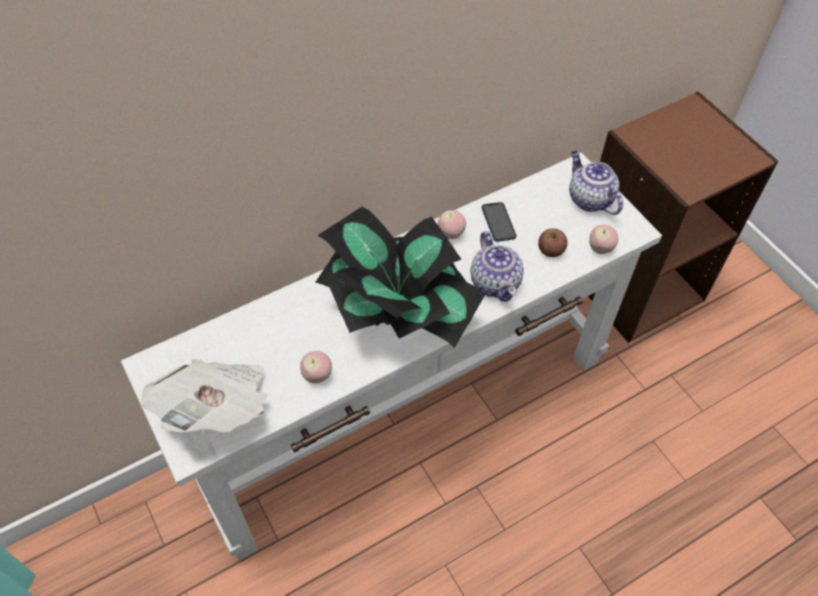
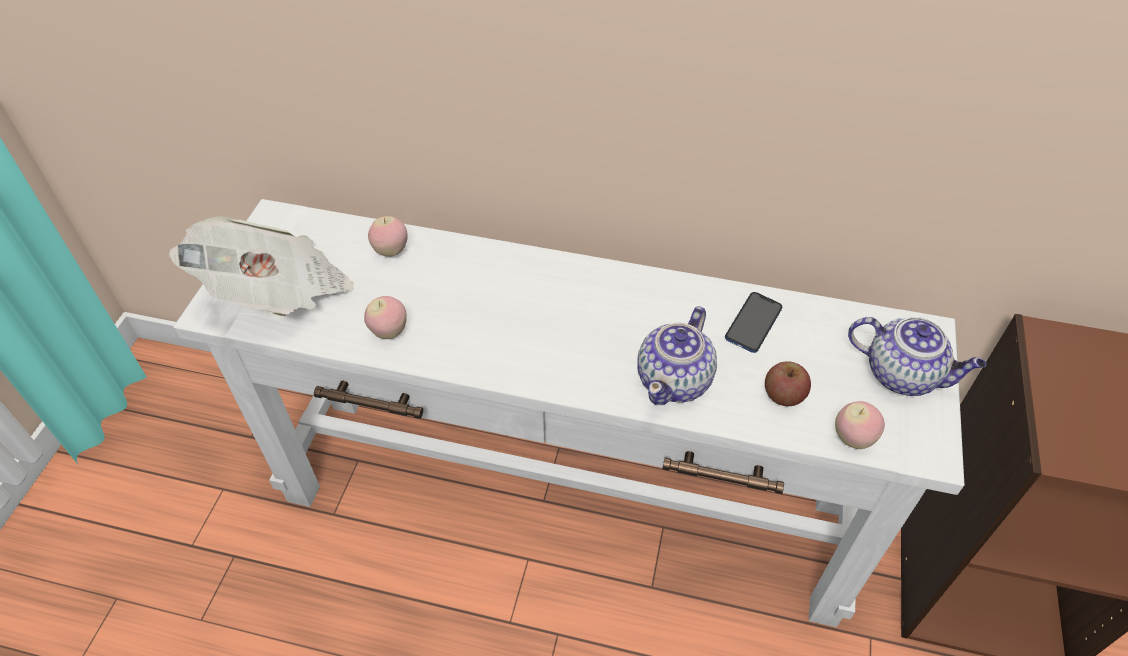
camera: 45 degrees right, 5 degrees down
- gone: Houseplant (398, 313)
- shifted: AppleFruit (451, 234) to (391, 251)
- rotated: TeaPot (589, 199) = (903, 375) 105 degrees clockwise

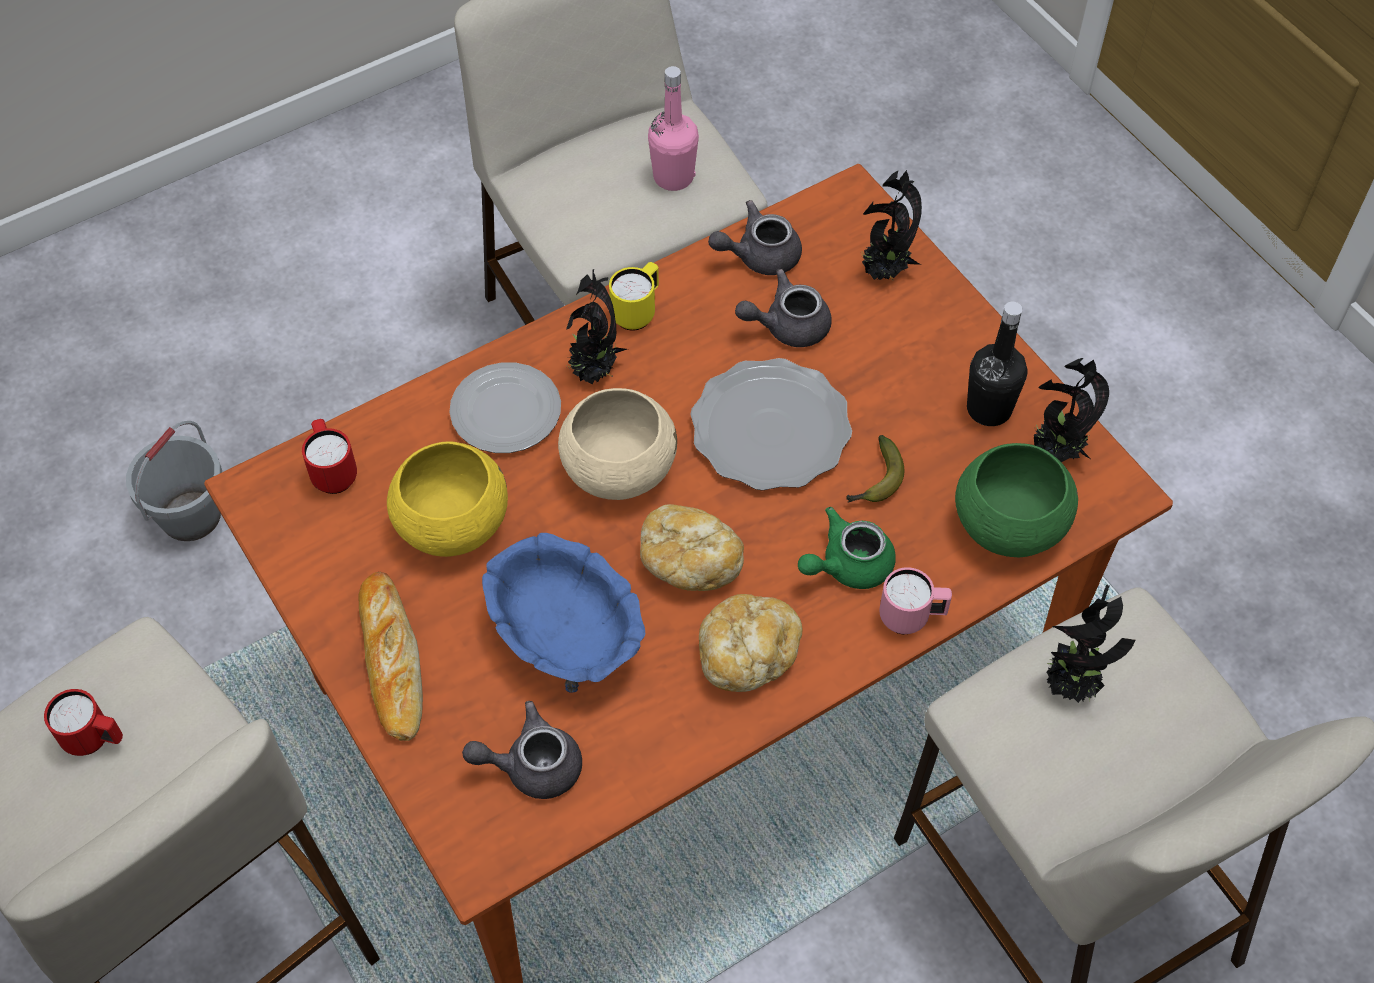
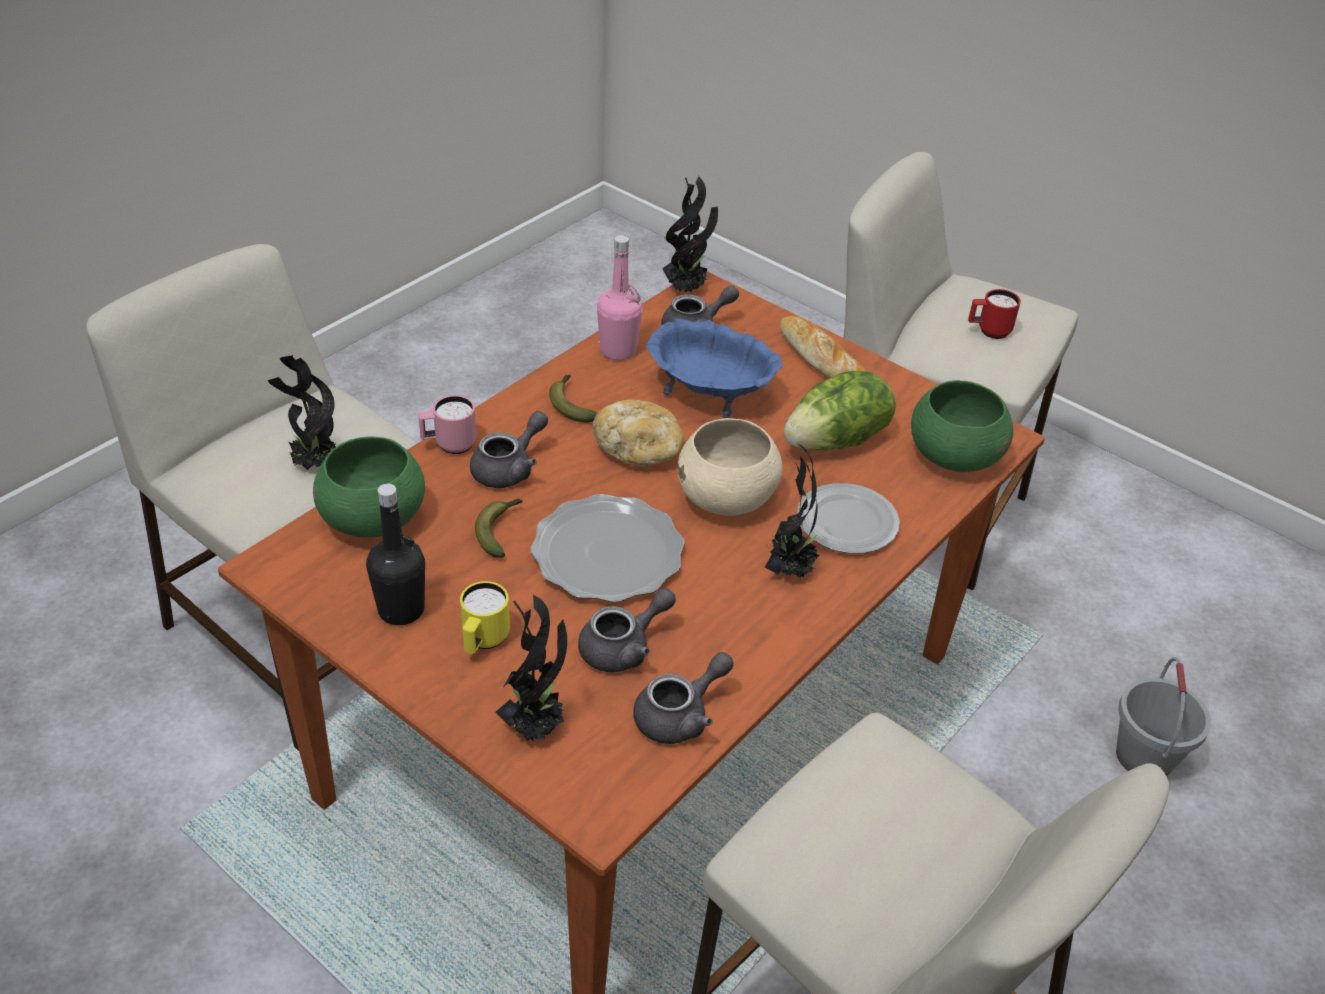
camera: 160 degrees right, 15 degrees down
- swapped: RedColouredCoffeeMug (333, 472) to GreenishServingBowl (953, 456)
- swapped: YellowishServingBowl (451, 524) to LettuceHead (837, 441)
- shifted: YellowishCoffeeMug (637, 312) to (483, 641)
- shifted: PinkishBottle (673, 177) to (618, 350)
- swapped: BakeryBread (748, 654) to Banana (571, 404)
- repainted: GreenishTeaPot (847, 565) to GreyTeaPot (509, 468)
- shifted: Houseplant (1055, 453) to (687, 289)

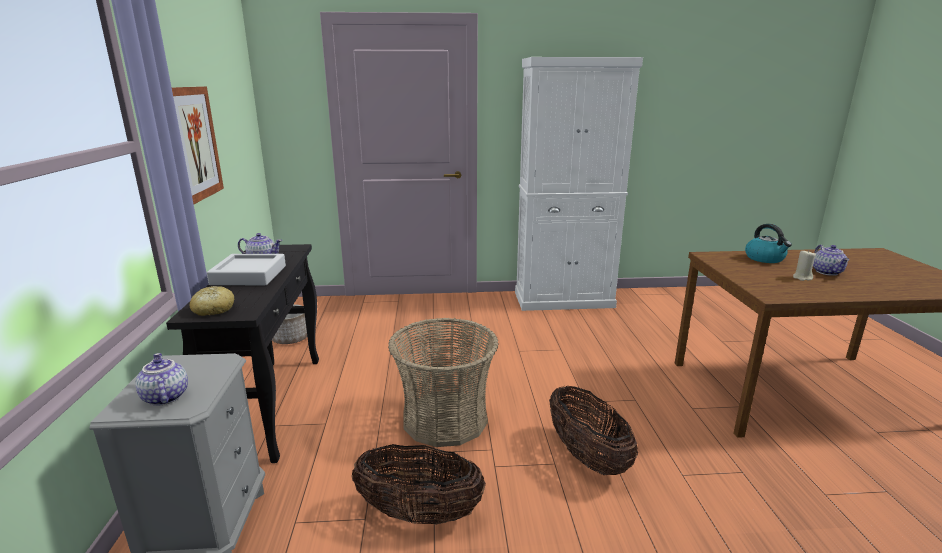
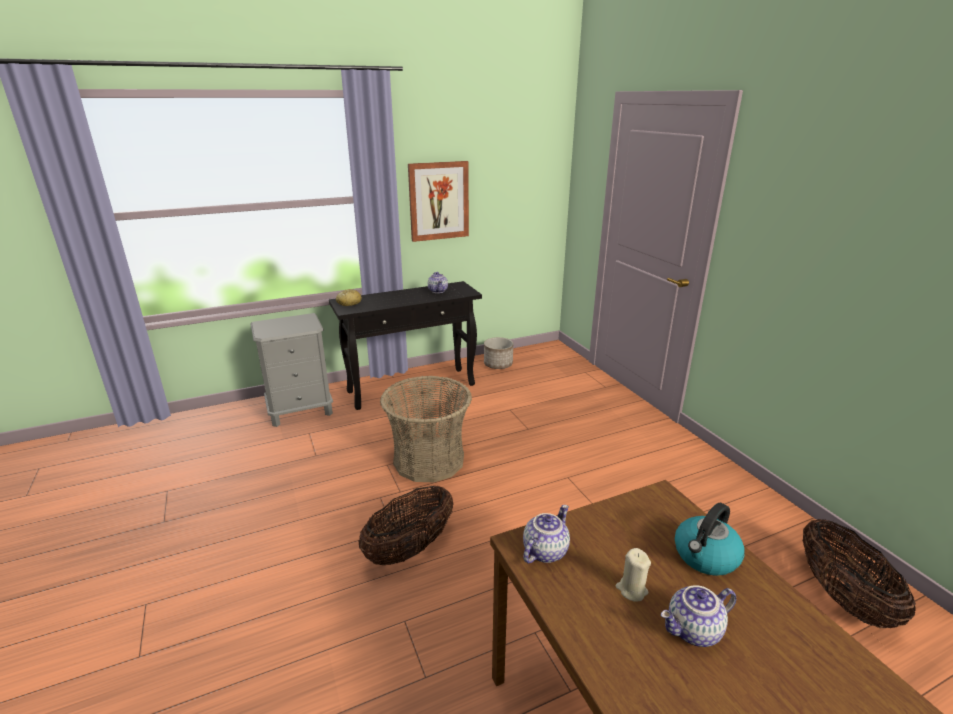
camera: 70 degrees right, 5 degrees up
- shifted: TeaPot (164, 397) to (544, 550)
- gone: GreyCarryingTray (249, 275)
- shifted: StorageBasket (419, 513) to (842, 597)
- gone: WhiteColouredCabinet (564, 300)

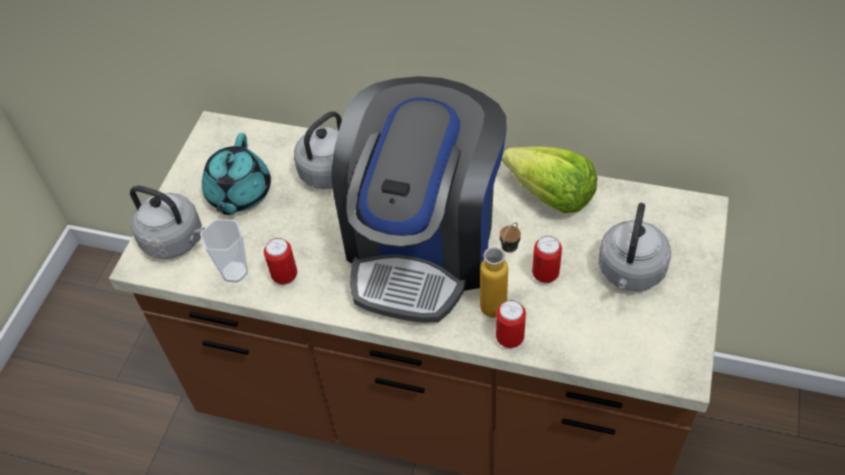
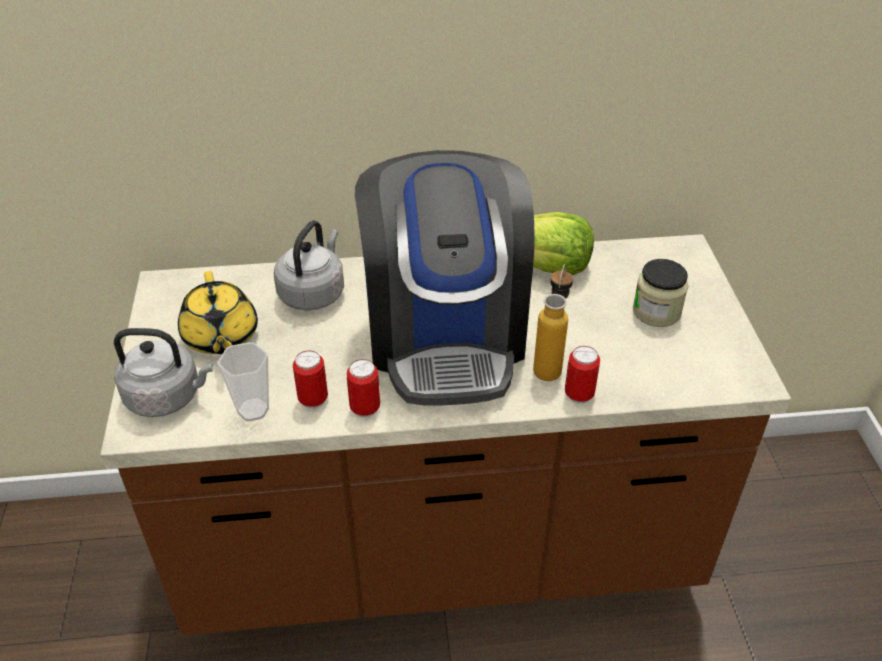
camera: 25 degrees left, 10 degrees down
- repainted: BlueGreenTeaPot (238, 194) to YellowishTeaPot (220, 337)
- shifted: Can (545, 274) to (365, 408)
- swapped: GreyTeaKettle (630, 273) to StorageJar (656, 312)

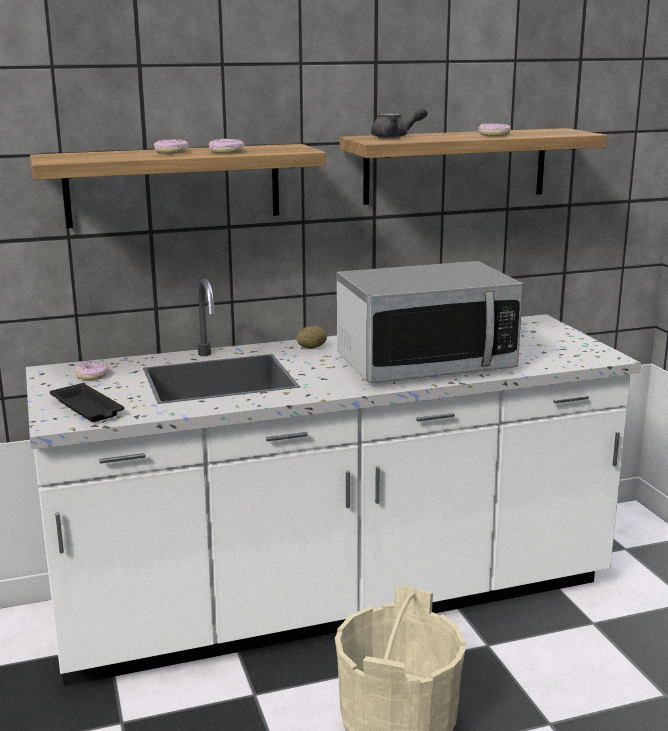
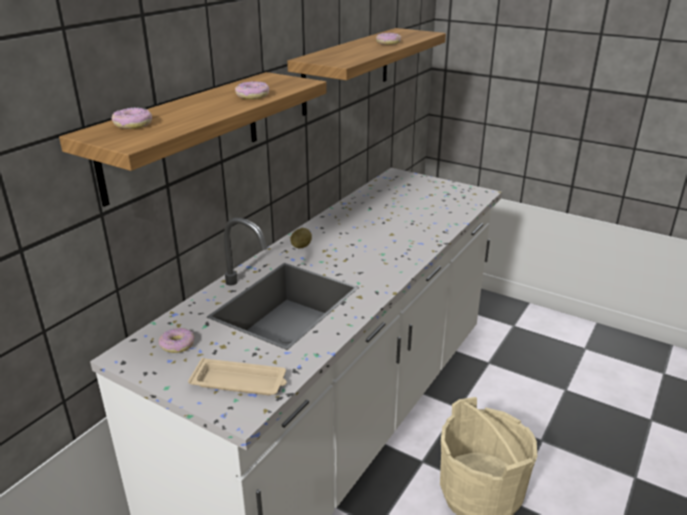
camera: 40 degrees left, 10 degrees up
- repainted: BlackCarryingTray (88, 408) to SandColouredCarryingTray (240, 382)
- shifted: Doughnut (171, 152) to (133, 124)
- gone: KitchenMicrowave (425, 364)
- gone: GreyTeaPot (395, 137)

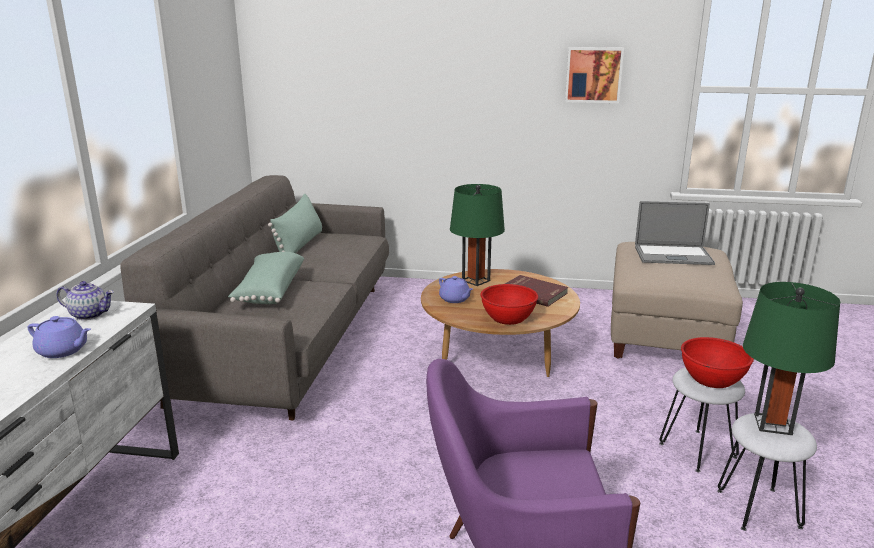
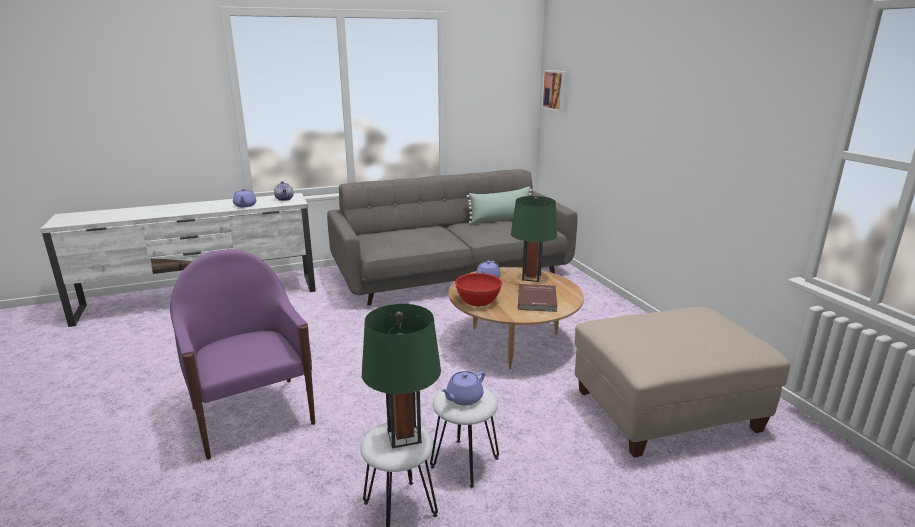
camera: 60 degrees right, 0 degrees up
- gone: GreenishThrowPillow (269, 291)
- shifted: WallPicture (593, 75) to (555, 90)
- gone: Laptop (673, 255)
- swapped: RedColouredServingBowl (712, 379) to PurplishTeaPot (463, 398)

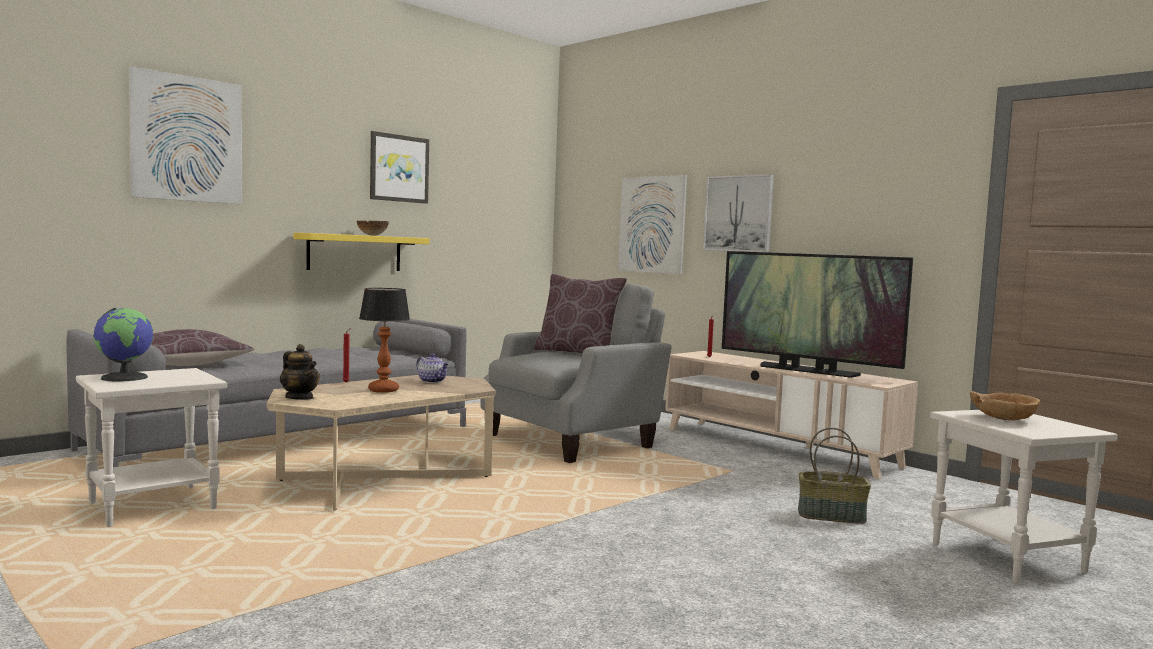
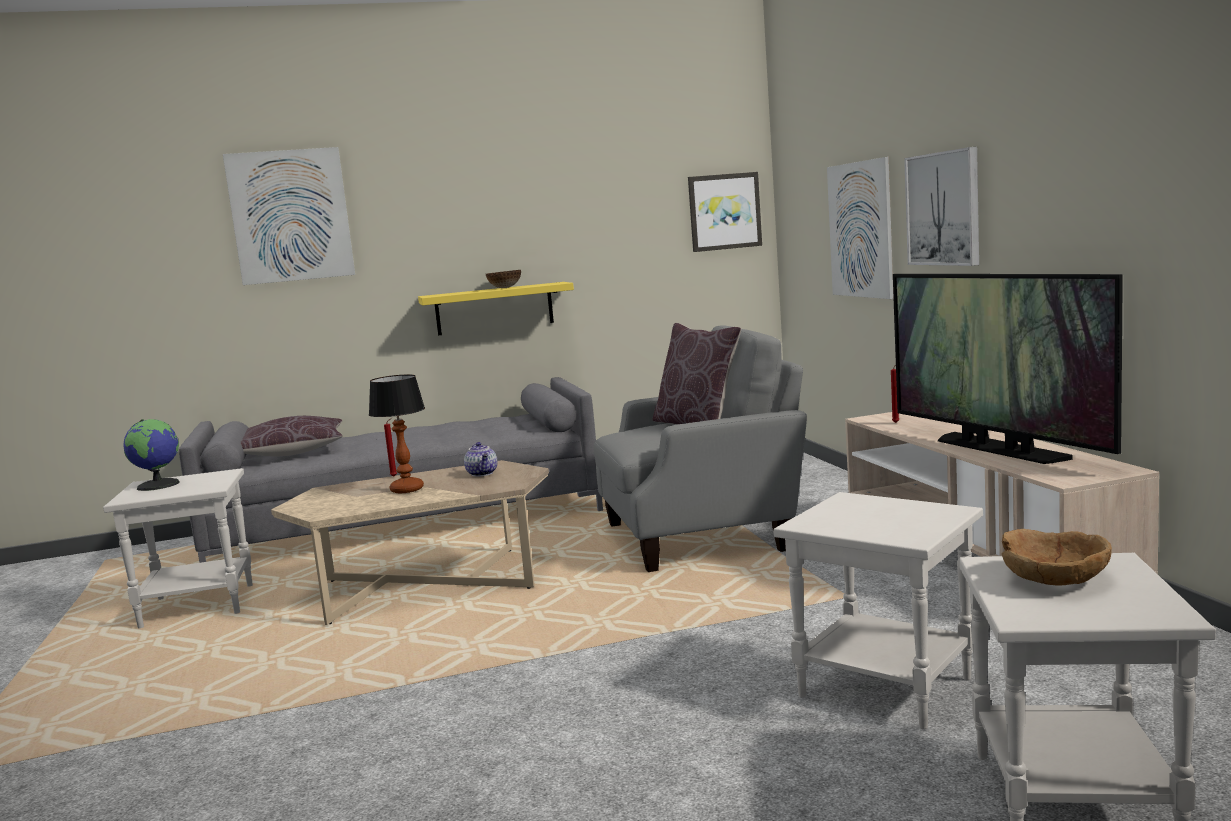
camera: 30 degrees right, 5 degrees up
- gone: TeaPot (300, 398)
- shifted: WallPicture (399, 168) to (724, 211)
- swapped: StorageBasket (832, 515) to WhiteColouredAccentTable (887, 687)

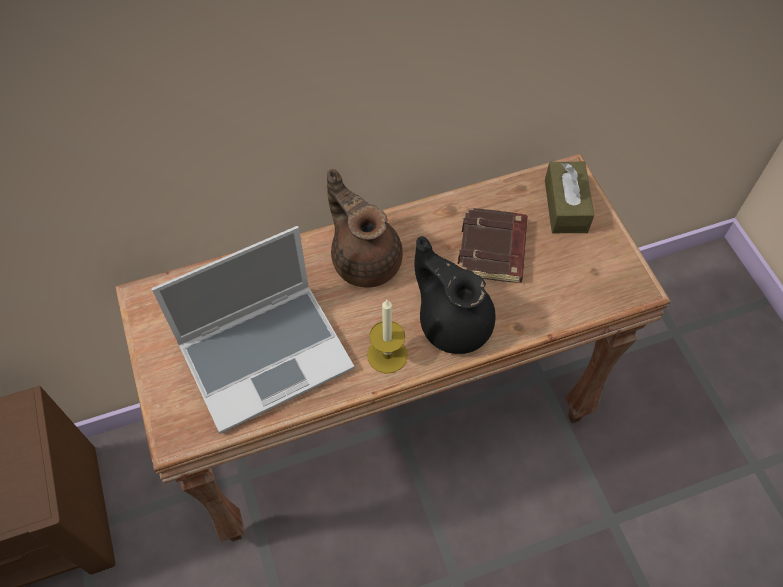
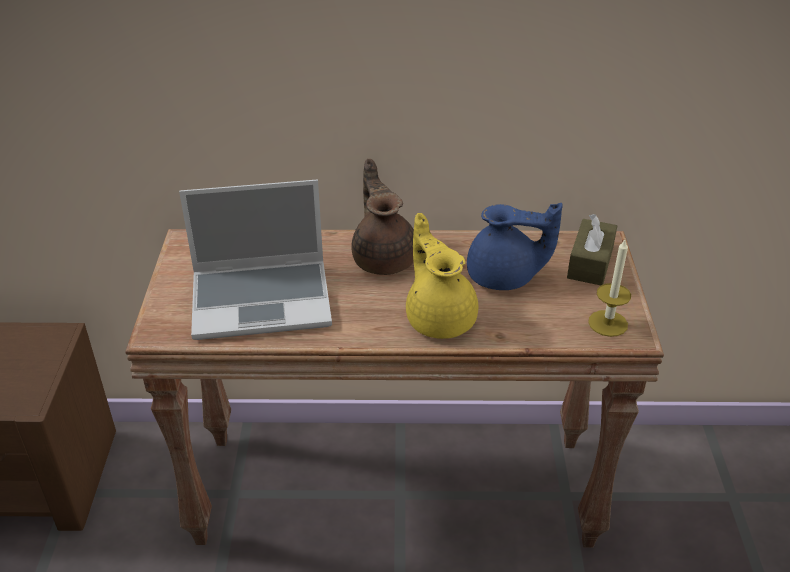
camera: 20 degrees right, 20 degrees down
- shifted: WaxCandle (387, 355) to (608, 323)
- repainted: BlackTeaPot (453, 322) to YellowishTeaPot (440, 317)
- swapped: BrownColouredVolume (493, 250) to BluishTeaPot (504, 277)

